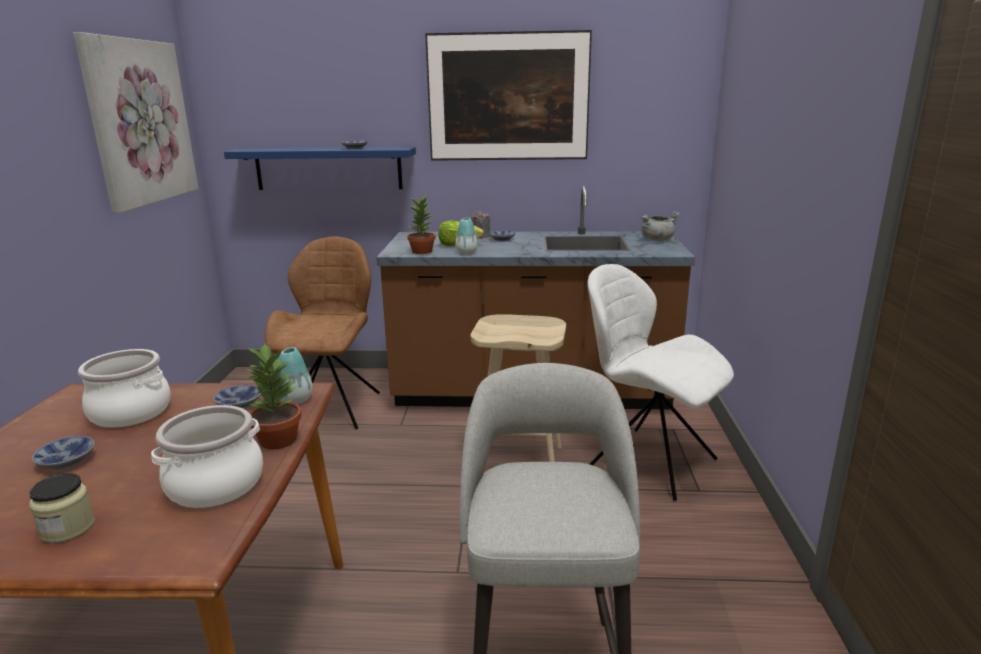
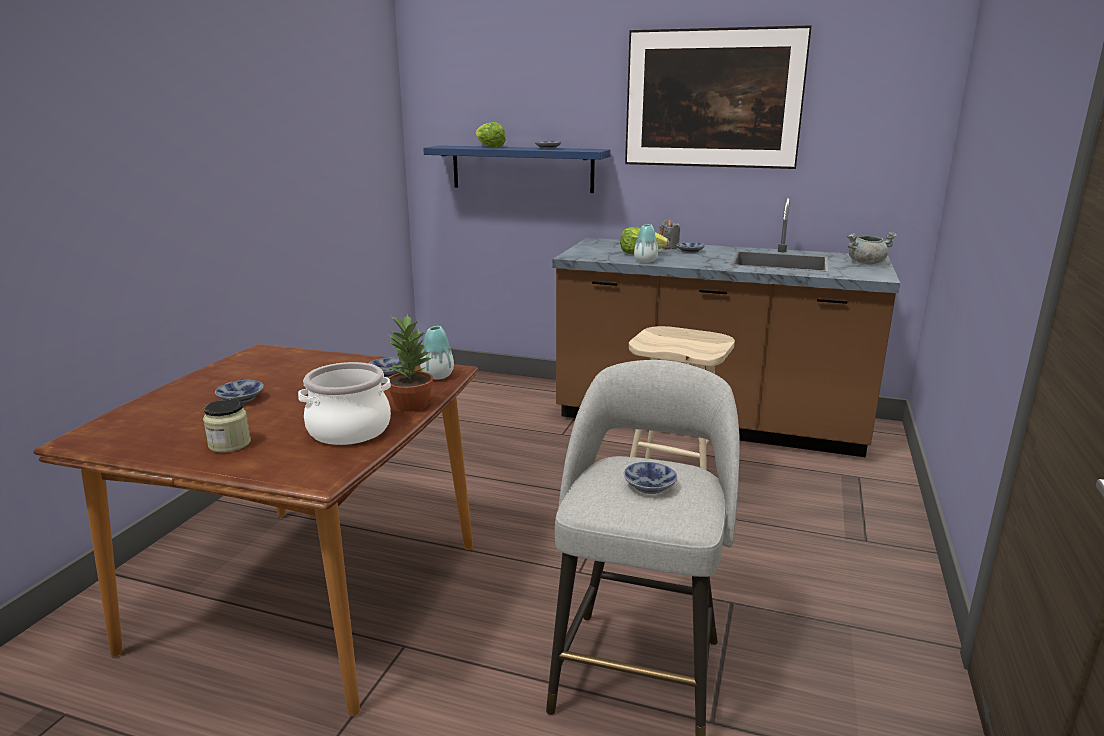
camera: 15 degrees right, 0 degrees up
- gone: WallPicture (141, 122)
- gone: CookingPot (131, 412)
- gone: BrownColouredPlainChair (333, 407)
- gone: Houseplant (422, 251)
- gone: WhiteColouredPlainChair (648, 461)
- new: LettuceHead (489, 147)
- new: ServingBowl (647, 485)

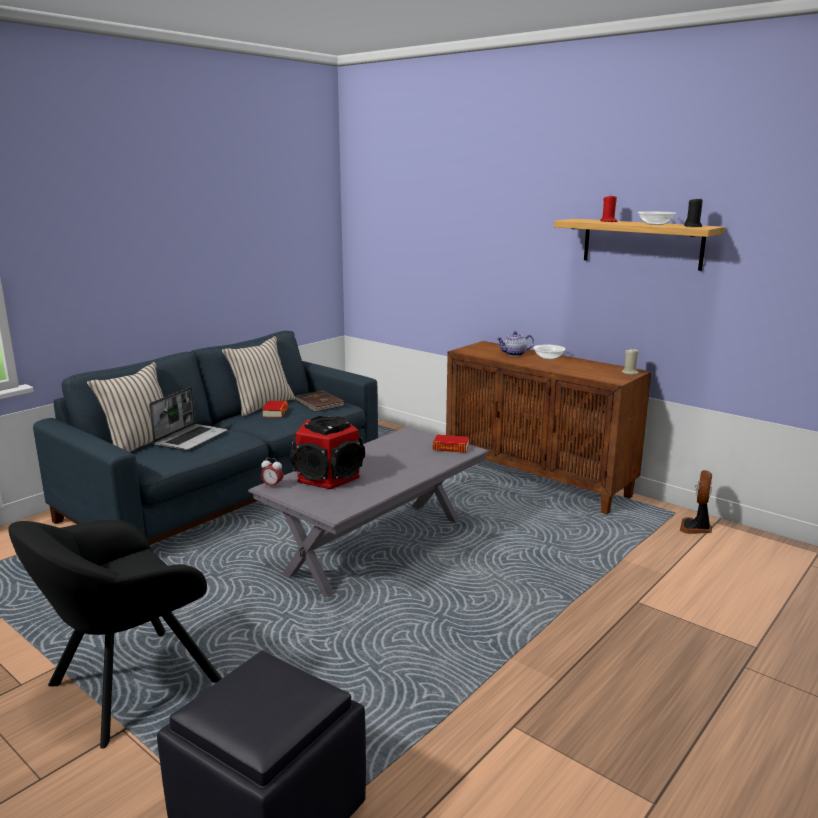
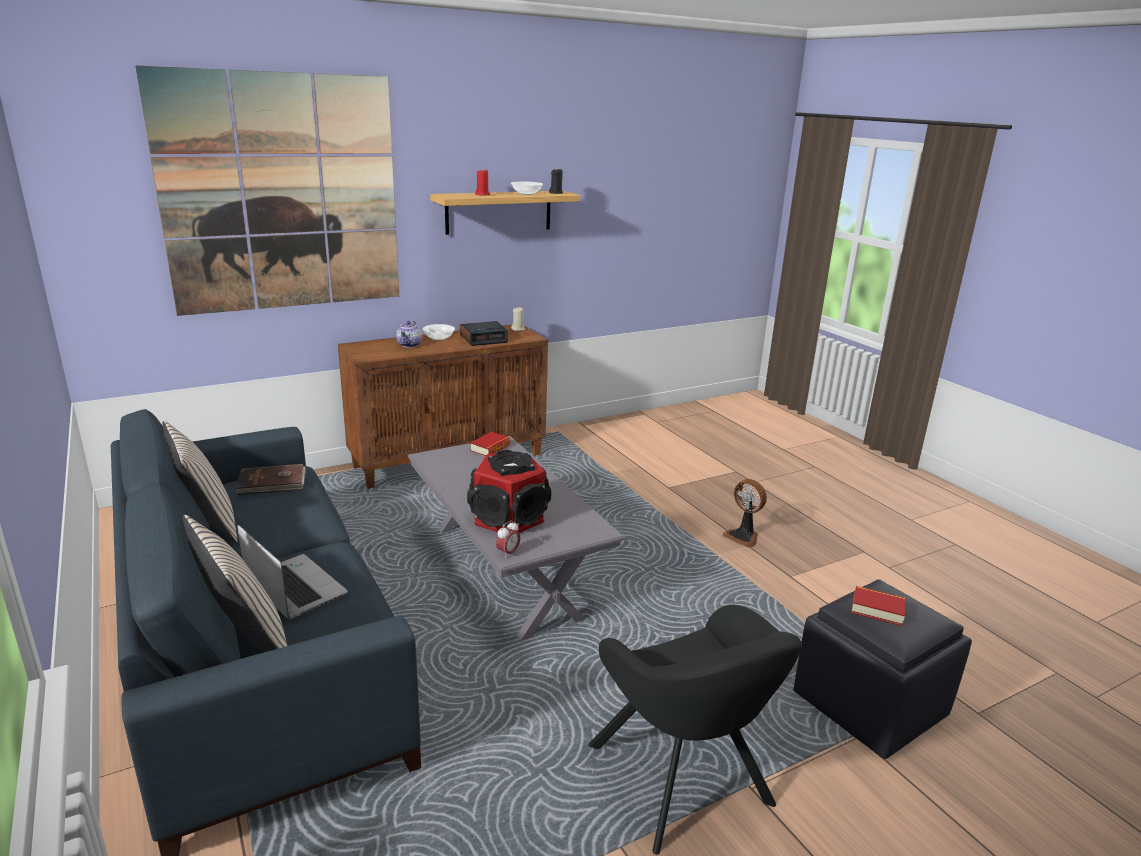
camera: 70 degrees left, 5 degrees up
- shifted: Volume (275, 412) to (877, 610)
- shifted: ElectricFan (696, 528) to (743, 536)
- new: WallPicture (282, 194)
- new: AlarmClock (484, 339)

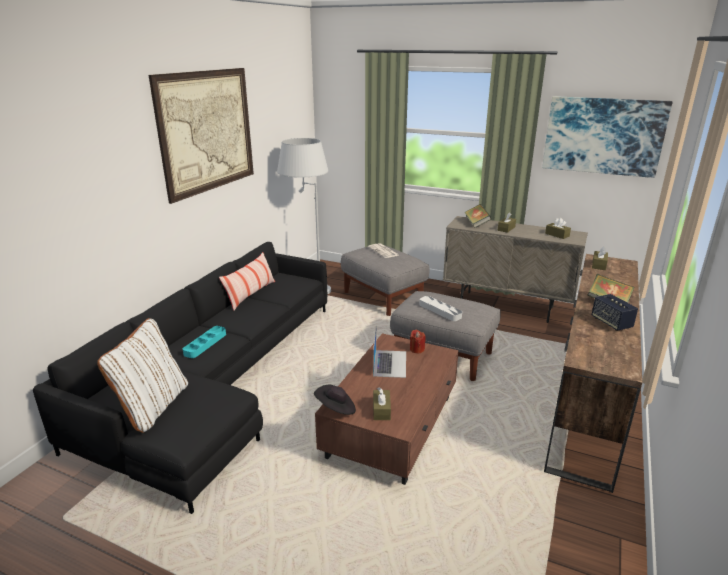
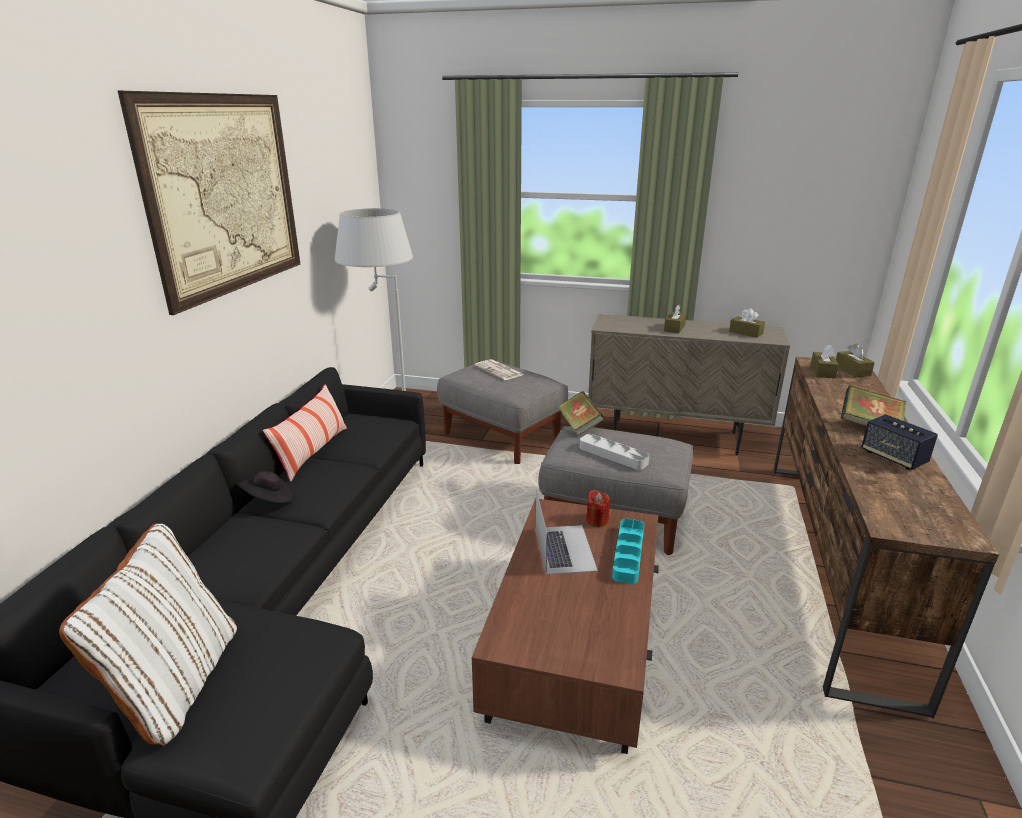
camera: 10 degrees left, 0 degrees up
- shifted: BlueGreenCarryingTray (205, 344) to (628, 554)
- shifted: BlackWearableHat (336, 409) to (269, 500)
- shifted: BrownColouredTissueHolder (381, 410) to (852, 370)
- shifted: Volume (476, 224) to (579, 426)
- gone: WallPicture (603, 136)

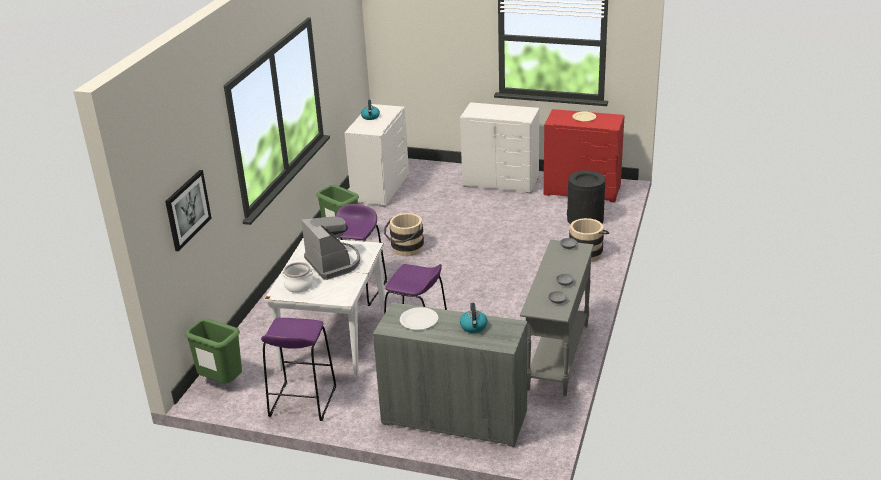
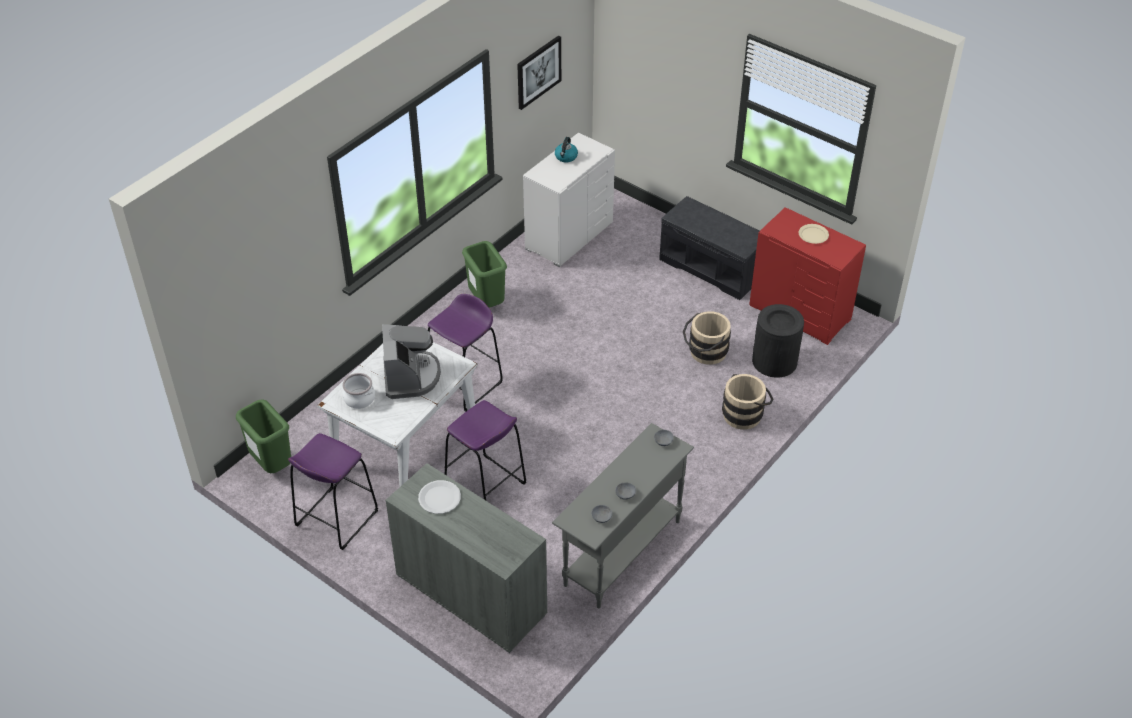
camera: 20 degrees right, 15 degrees up
- shifted: WallPicture (187, 209) to (538, 72)
- shifted: SandColouredPail (405, 249) to (705, 353)
- swapped: WhiteColouredDrawerChest (501, 181) to GreyBench (712, 268)
- gone: TeaKettle (474, 327)

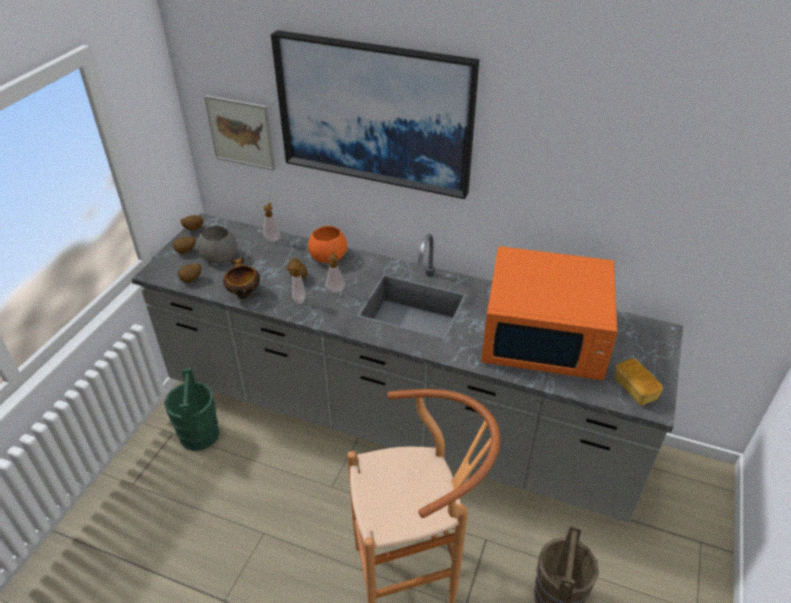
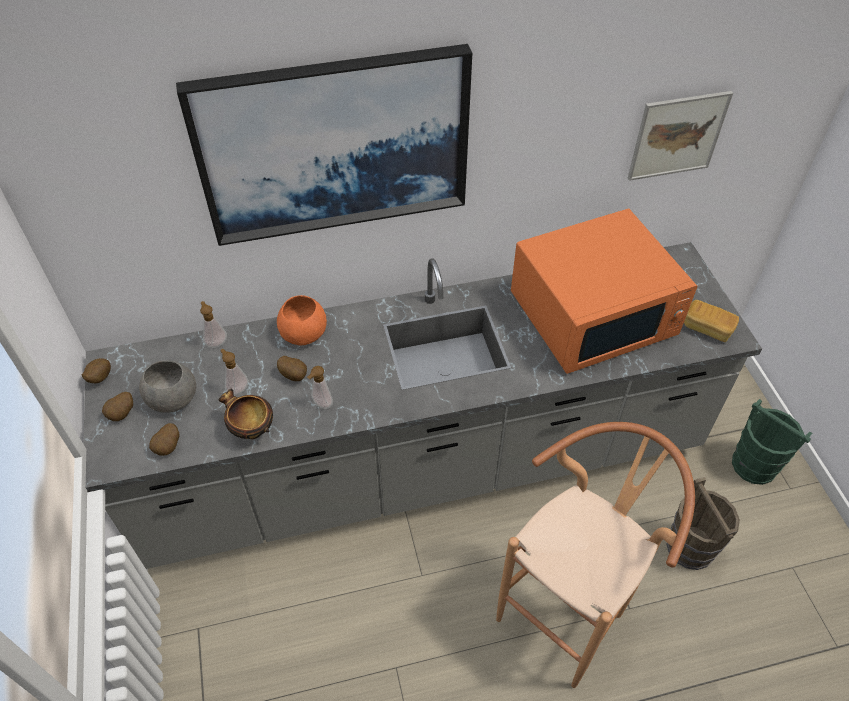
camera: 35 degrees left, 10 degrees up
- shifted: GreenishPail (199, 435) to (754, 465)
- shifted: WallPicture (241, 132) to (677, 135)
- shifted: LiquidSoapBottle (335, 290) to (237, 389)

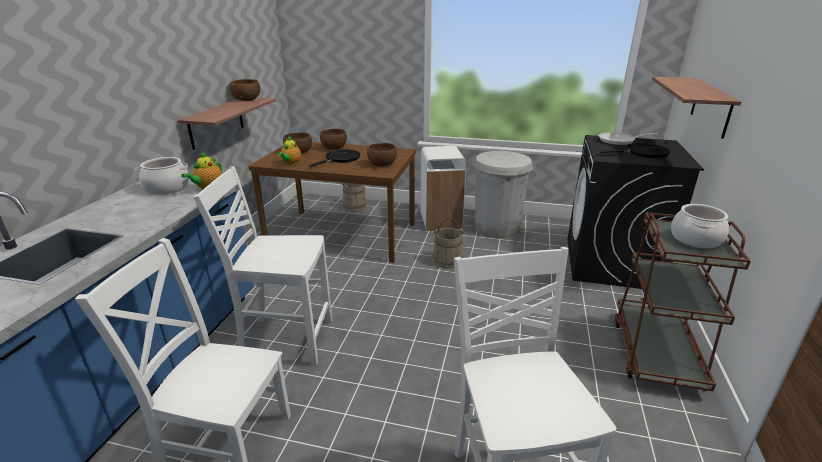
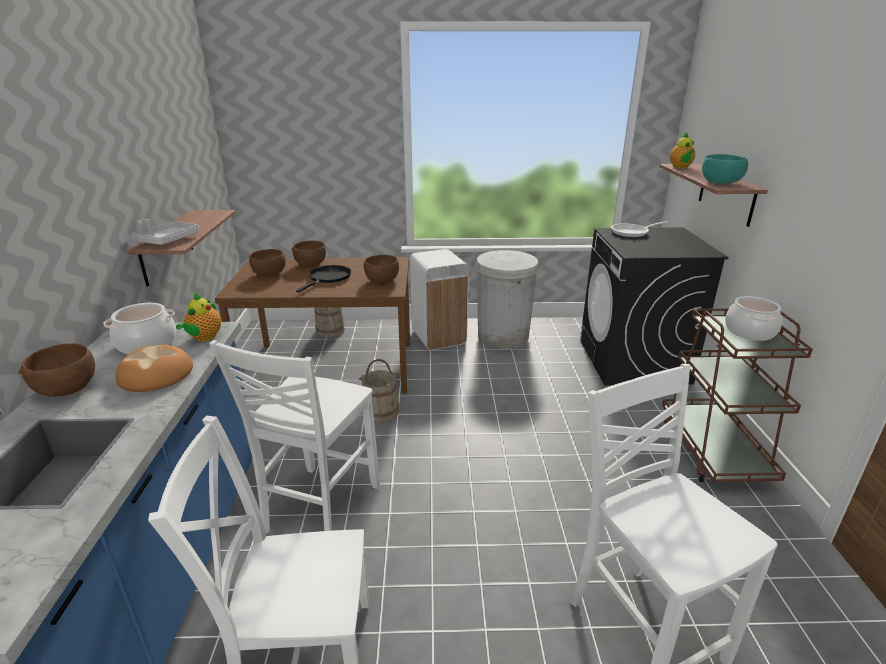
camera: 15 degrees left, 0 degrees up
- rotated: WhiteColouredPlainChair (285, 339) = (319, 509) 60 degrees counterclockwise
- shifted: BrownColouredServingBowl (246, 100) to (67, 388)
- shifted: TeaPot (291, 164) to (680, 167)
- shifted: SandColouredPail (447, 261) to (380, 411)
- gone: BlackPan (643, 153)
- new: BakeryBread (155, 375)
- new: GreyCarryingTray (168, 240)
- new: BlueGreenServingBowl (721, 182)

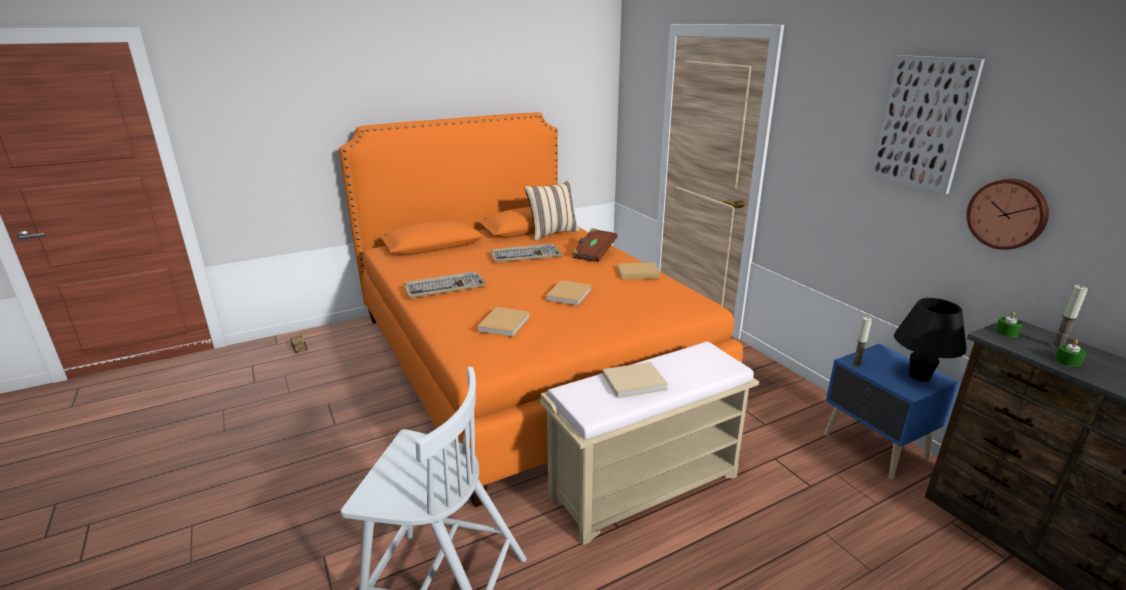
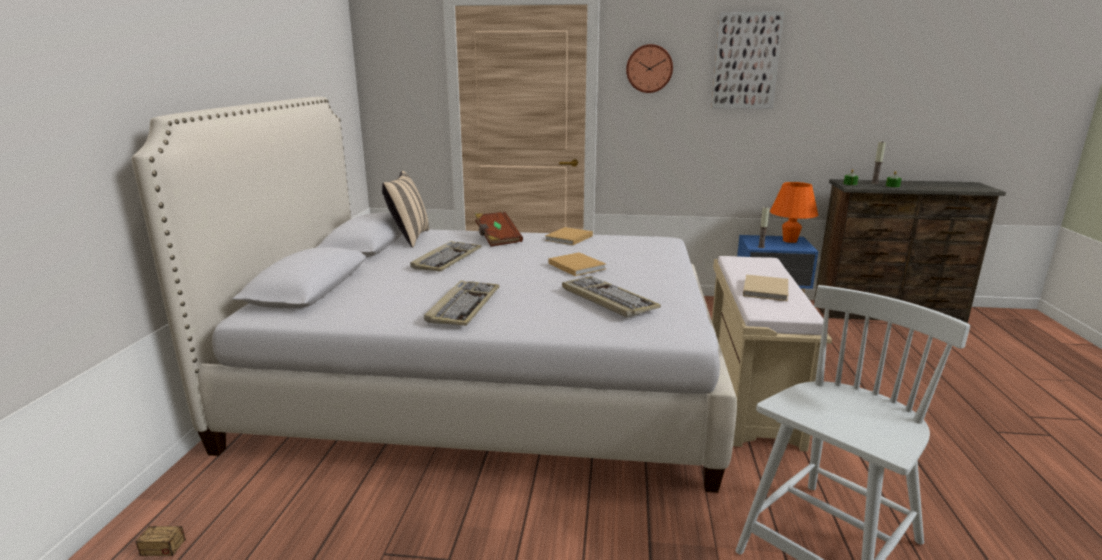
camera: 55 degrees left, 5 degrees down
- repainted: OrangeColouredBed (524, 359) to WhiteColouredBed (487, 382)
- swapped: SandColouredVolume (505, 323) to ComputerKeyboard (607, 299)
- repainted: BlackTableLamp (919, 376) to OrangeColouredTableLamp (790, 241)
- shifted: HangingClock (1008, 213) to (649, 68)

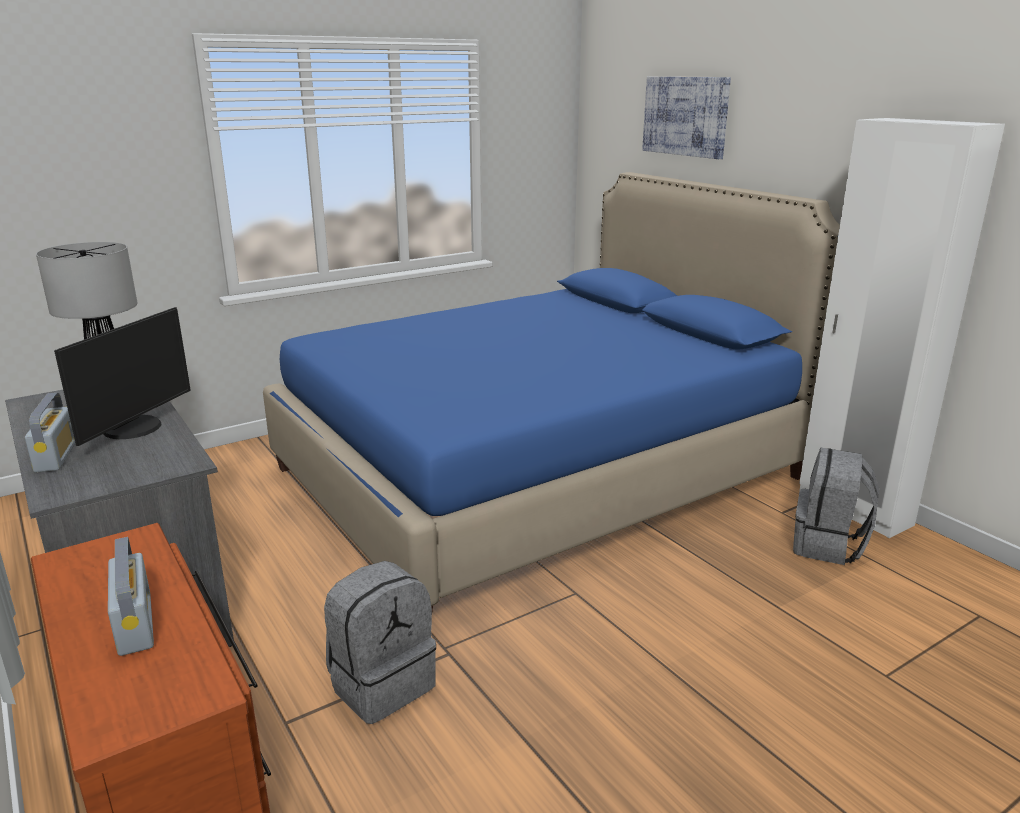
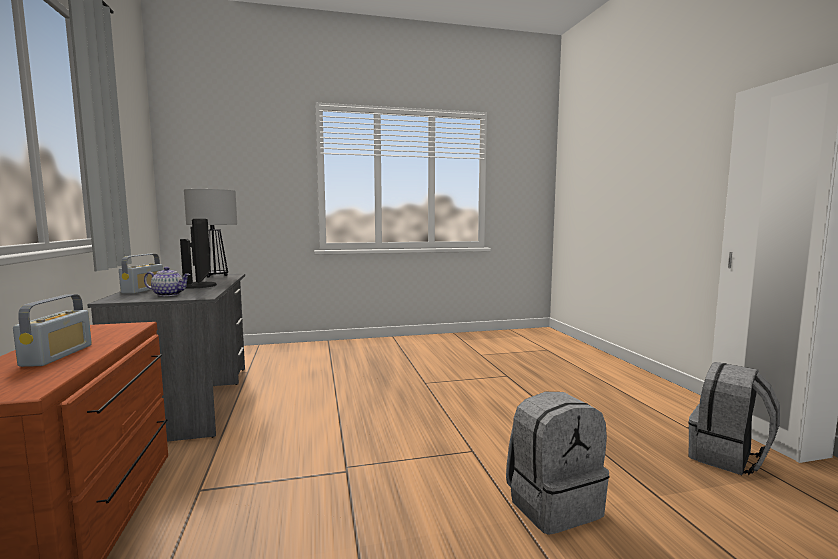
camera: 20 degrees right, 15 degrees down
- rotated: Monitor (135, 428) = (200, 285) 60 degrees counterclockwise
- gone: BluishBed (538, 472)
- shifted: GreyRucksack (381, 683) to (553, 504)
- gone: WallPicture (685, 116)
- new: TeaPot (169, 294)

